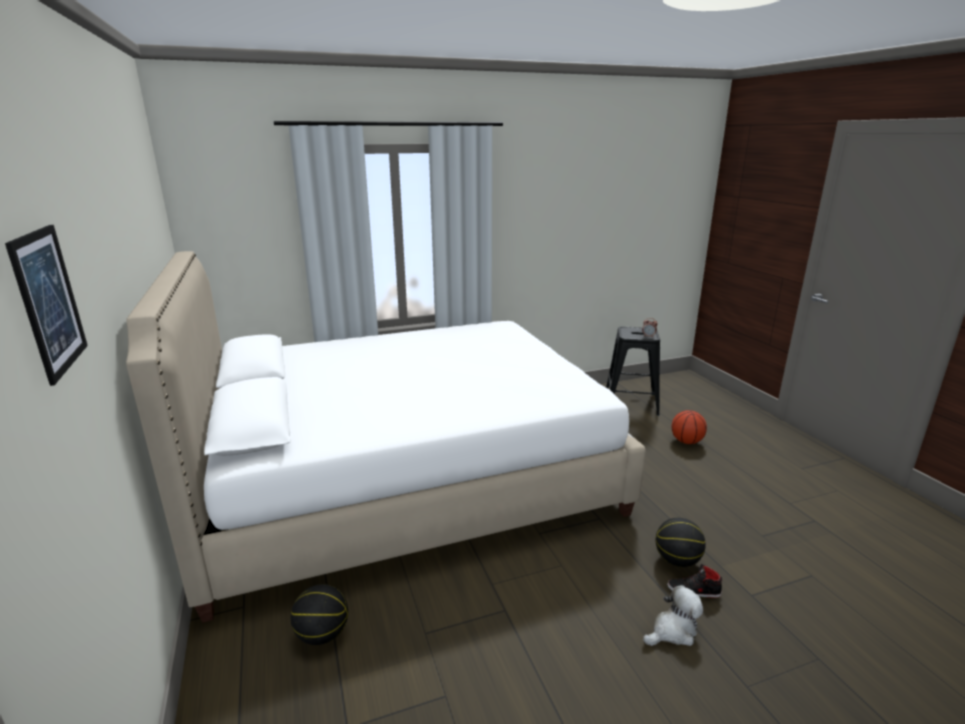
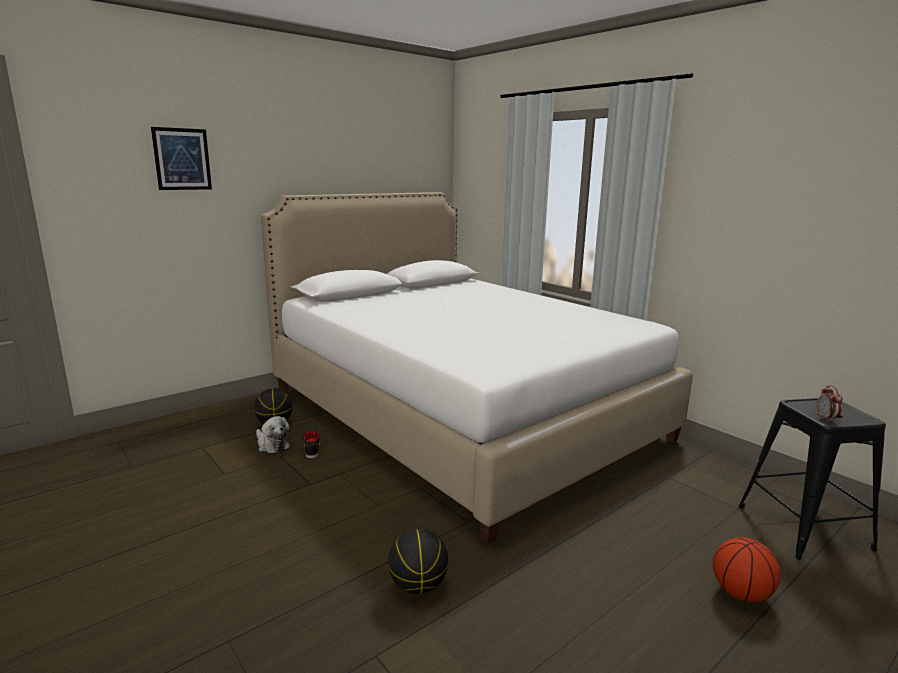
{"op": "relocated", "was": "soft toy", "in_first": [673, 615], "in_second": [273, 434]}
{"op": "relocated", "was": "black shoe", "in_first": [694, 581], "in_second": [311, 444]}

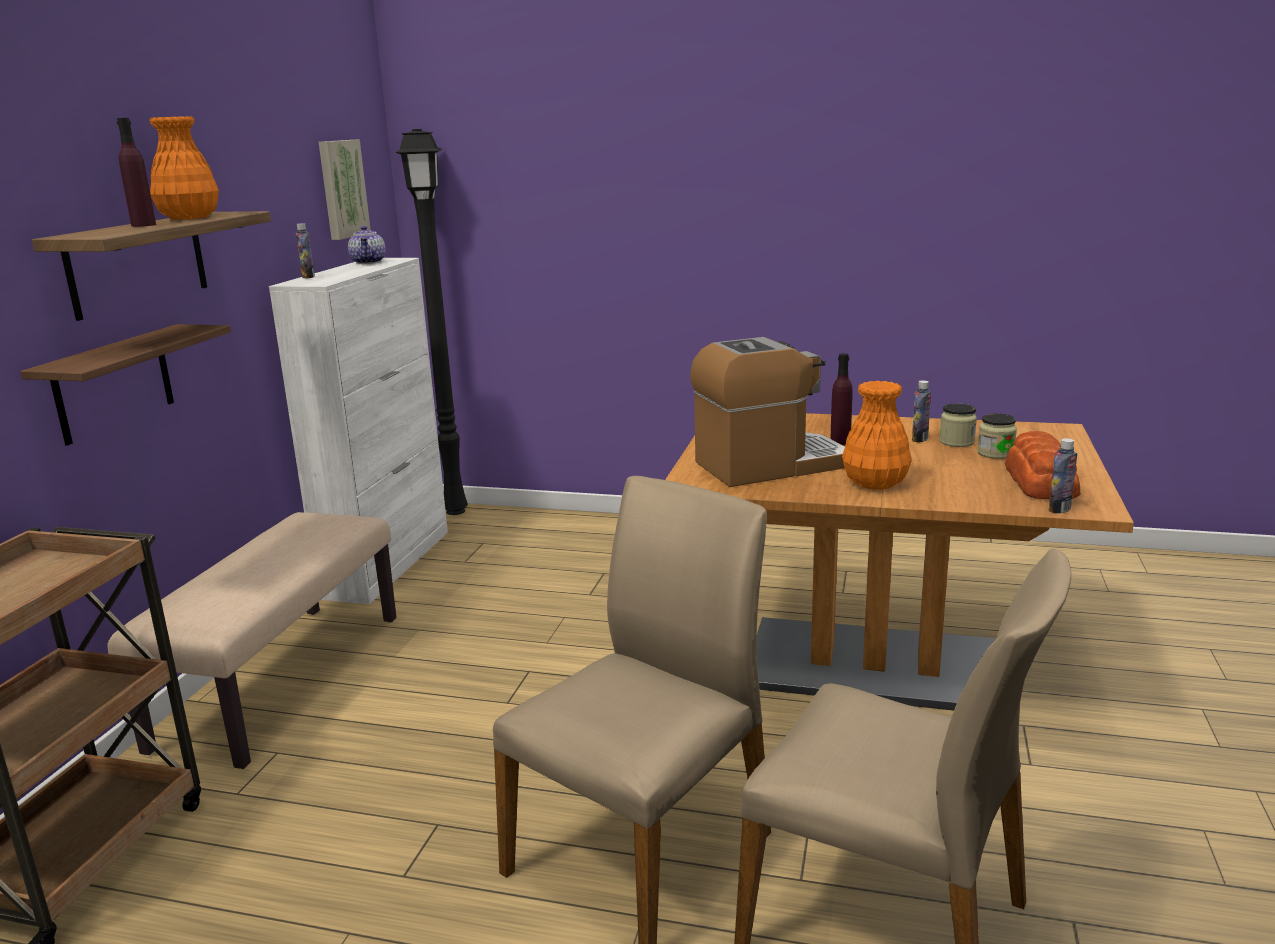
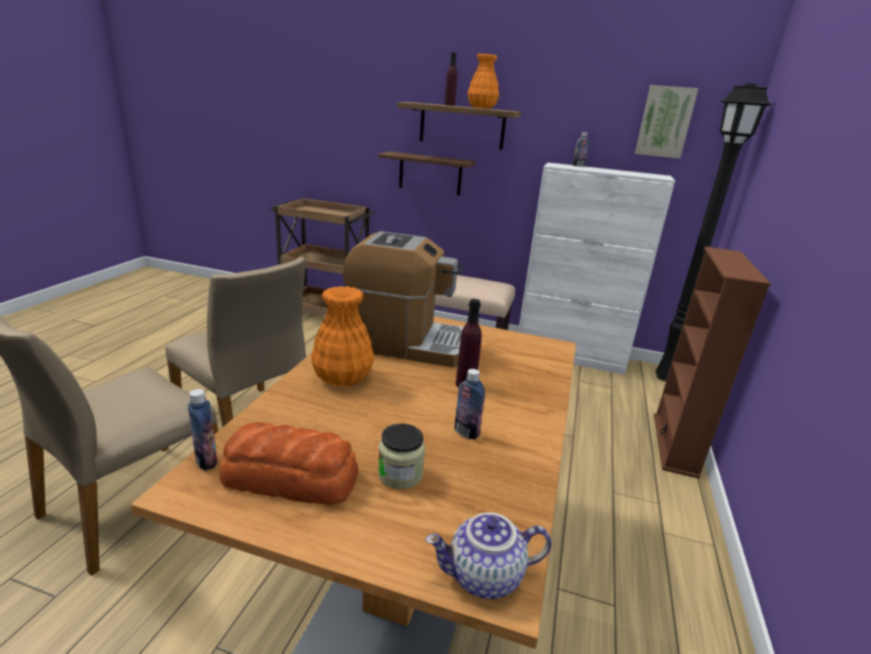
{"op": "spun", "was": "coffee maker", "in_first": [767, 412], "in_second": [403, 299], "clockwise": -60}
{"op": "relocated", "was": "tea pot", "in_first": [367, 245], "in_second": [488, 555]}
{"op": "appeared", "now": "brown-coloured shelving unit", "in_second": [712, 363]}
{"op": "missing", "was": "preserve jar", "in_first": [958, 425]}

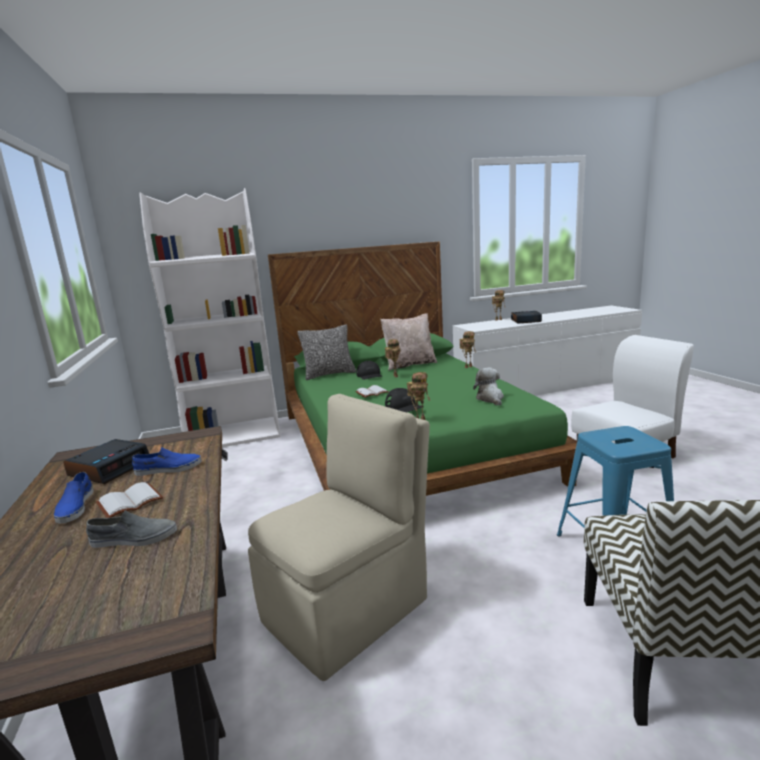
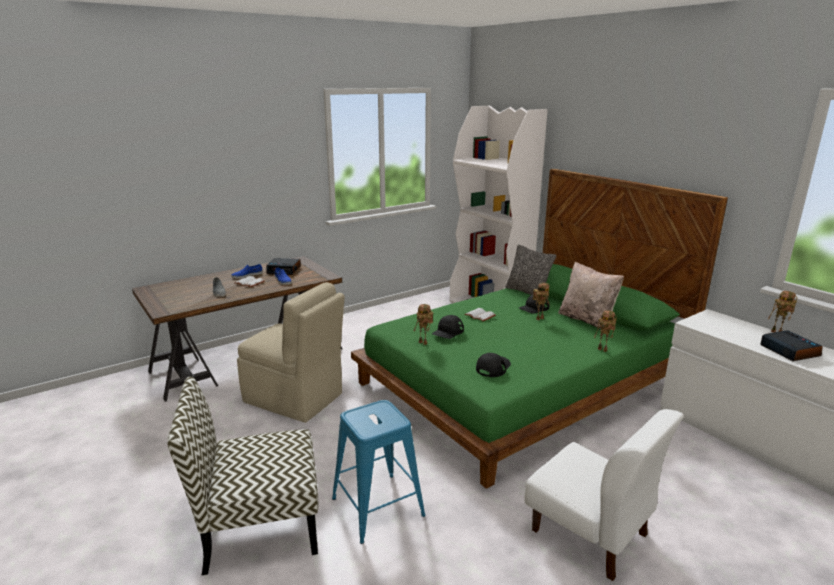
{"op": "exchanged", "was": "soft toy", "now": "black baseball cap", "in_first": [488, 386], "in_second": [493, 365]}

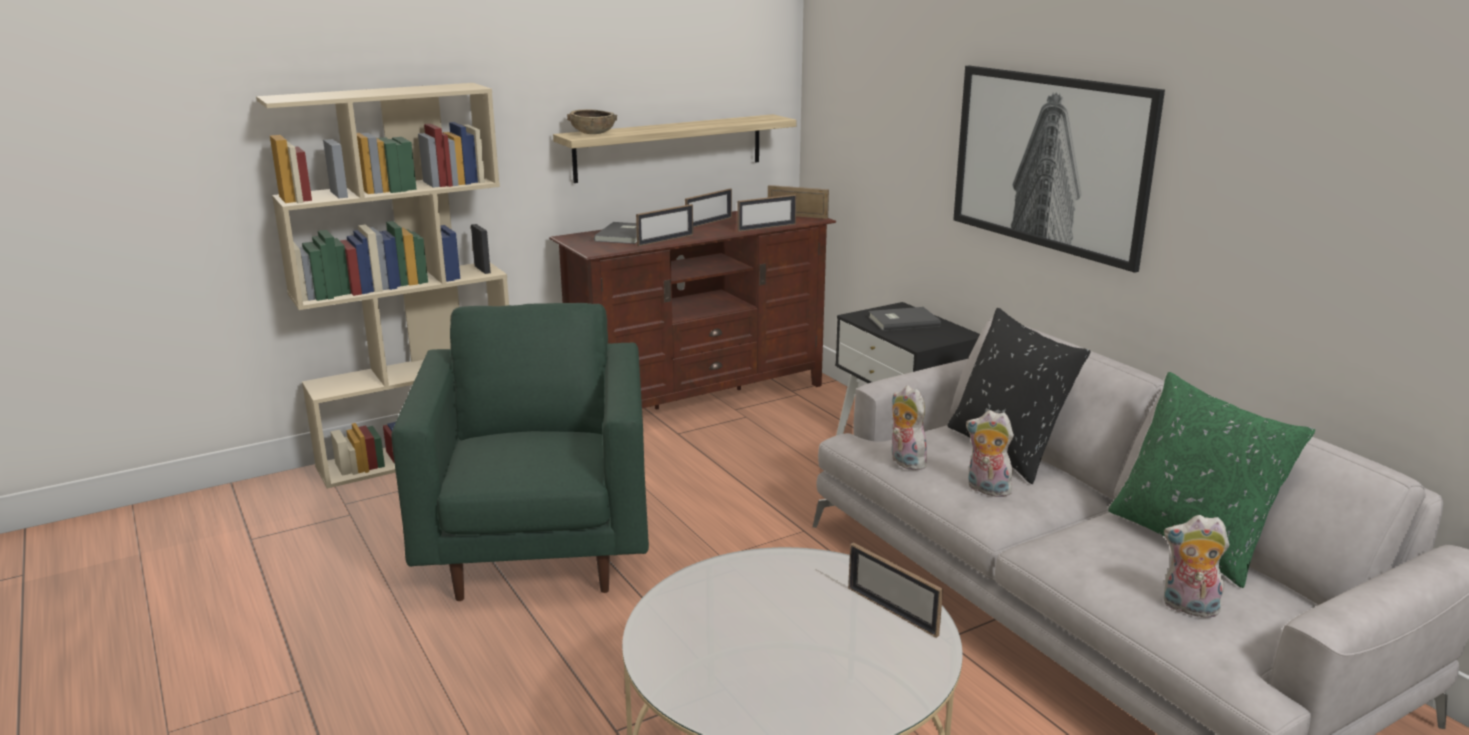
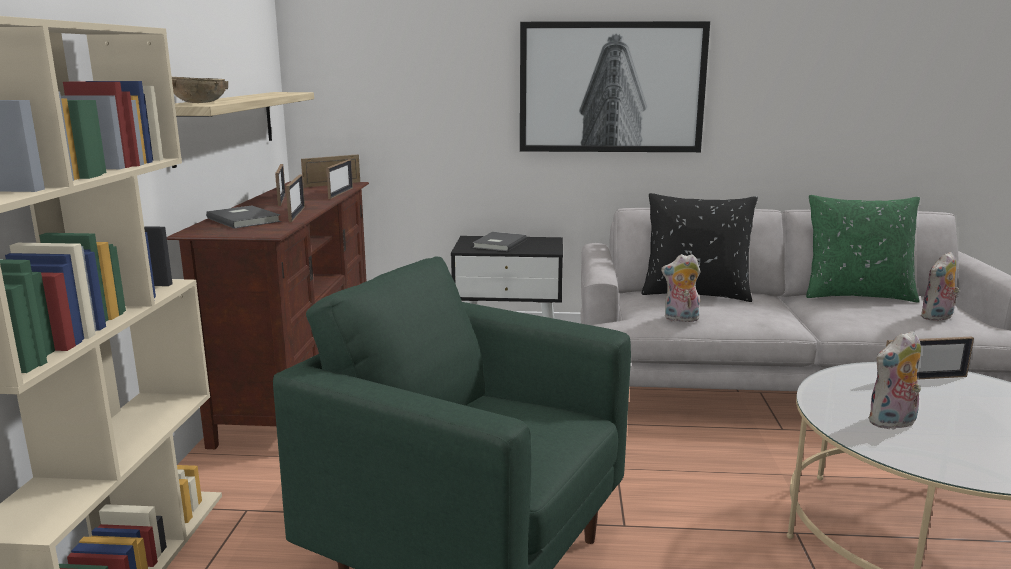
{"op": "relocated", "was": "soft toy", "in_first": [990, 453], "in_second": [894, 380]}

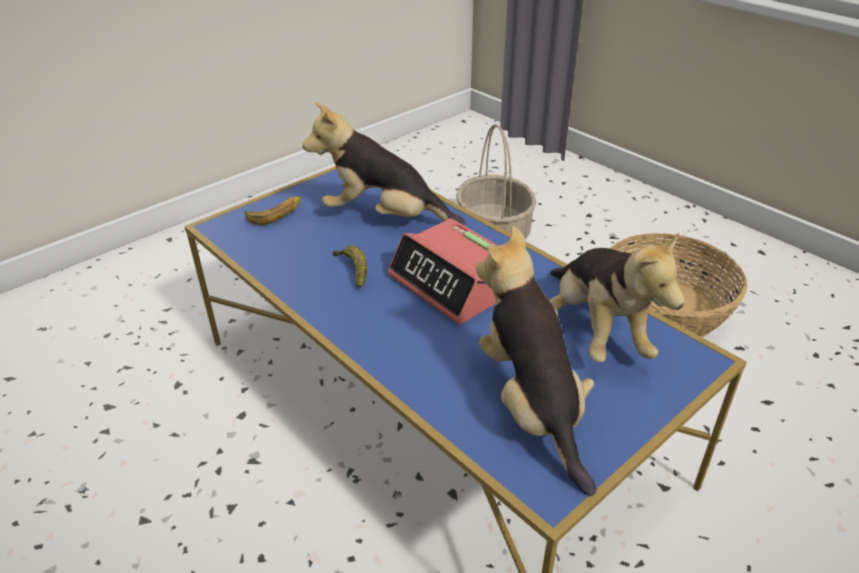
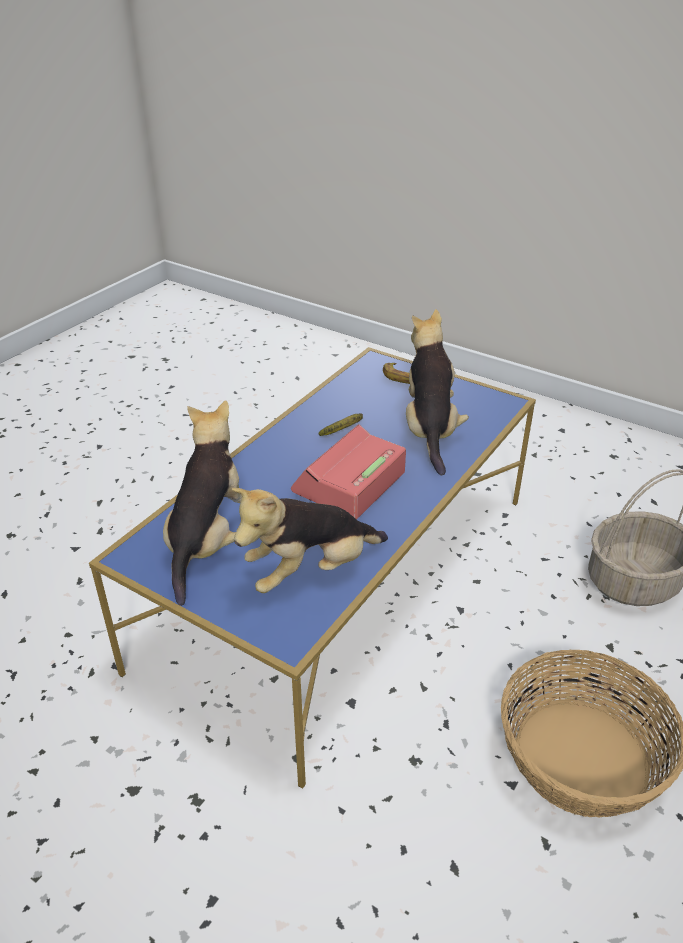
{"op": "spun", "was": "soft toy", "in_first": [536, 361], "in_second": [202, 503], "clockwise": -45}

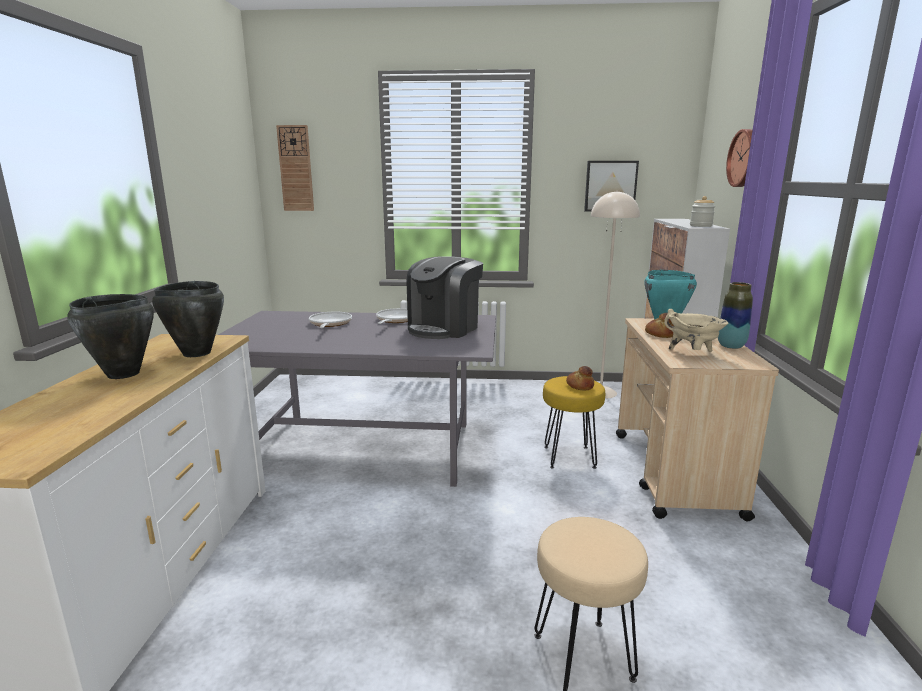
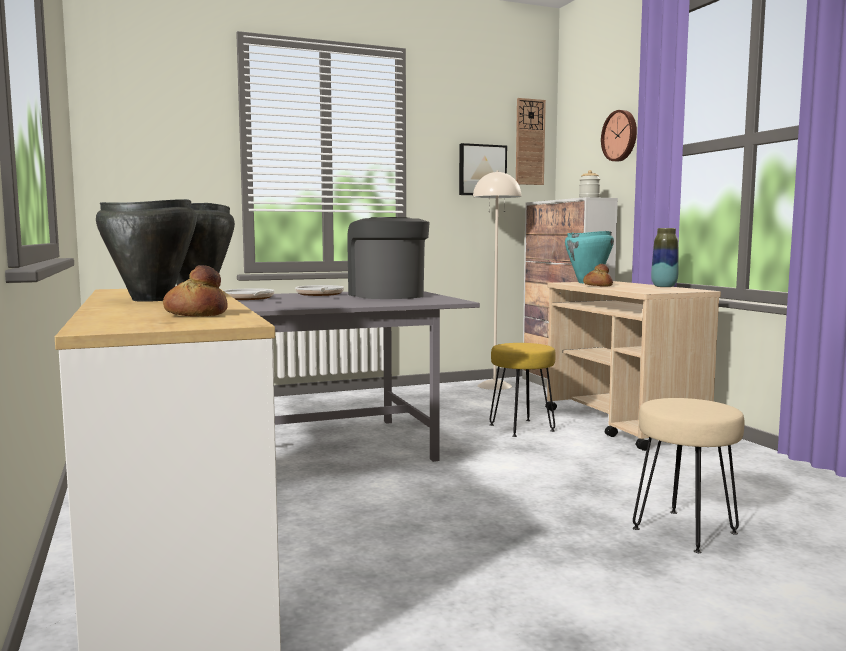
{"op": "relocated", "was": "bread", "in_first": [580, 378], "in_second": [195, 291]}
{"op": "spun", "was": "coffee maker", "in_first": [444, 297], "in_second": [388, 258], "clockwise": 150}
{"op": "relocated", "was": "wall clock", "in_first": [295, 168], "in_second": [531, 141]}
{"op": "missing", "was": "sand-coloured stockpot", "in_first": [696, 330]}

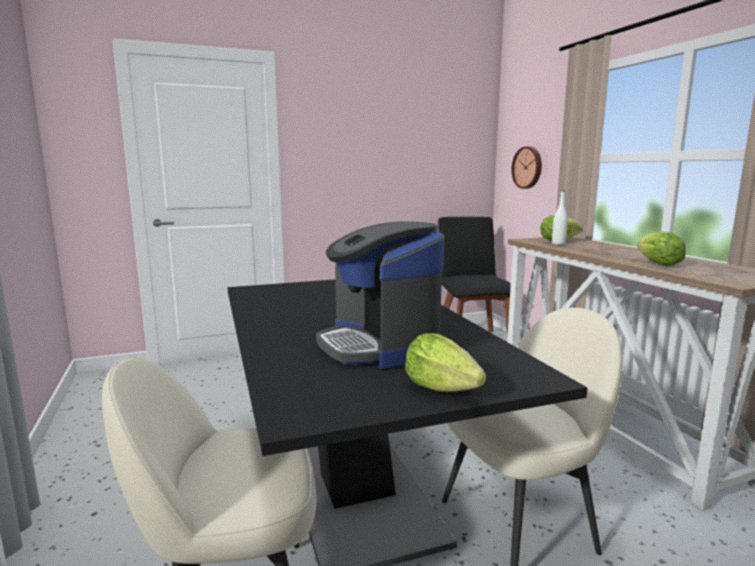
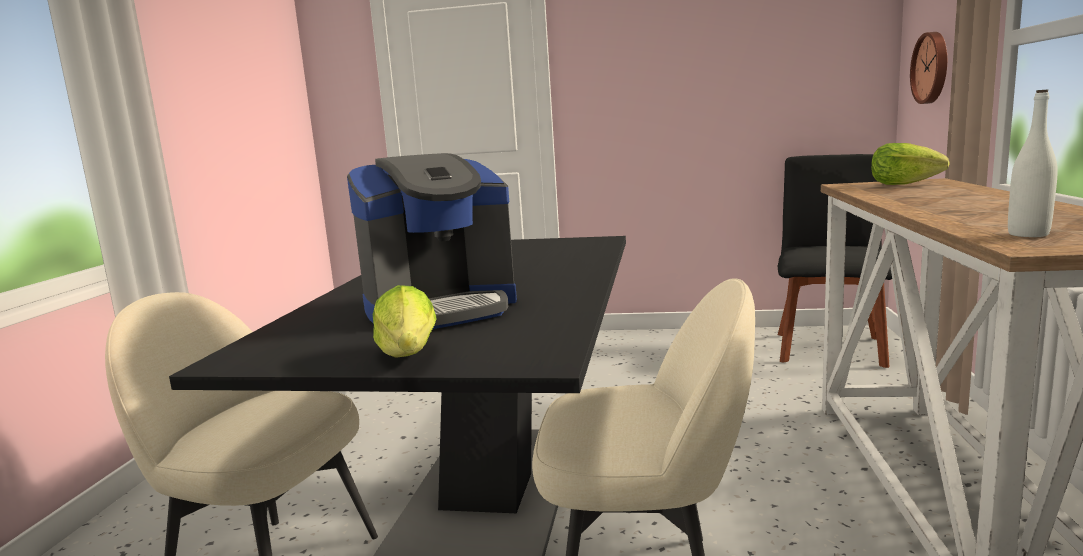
{"op": "spun", "was": "coffee maker", "in_first": [380, 295], "in_second": [432, 241], "clockwise": -120}
{"op": "relocated", "was": "white-coloured beverage bottle", "in_first": [560, 217], "in_second": [1033, 163]}
{"op": "missing", "was": "head of lettuce", "in_first": [661, 249]}

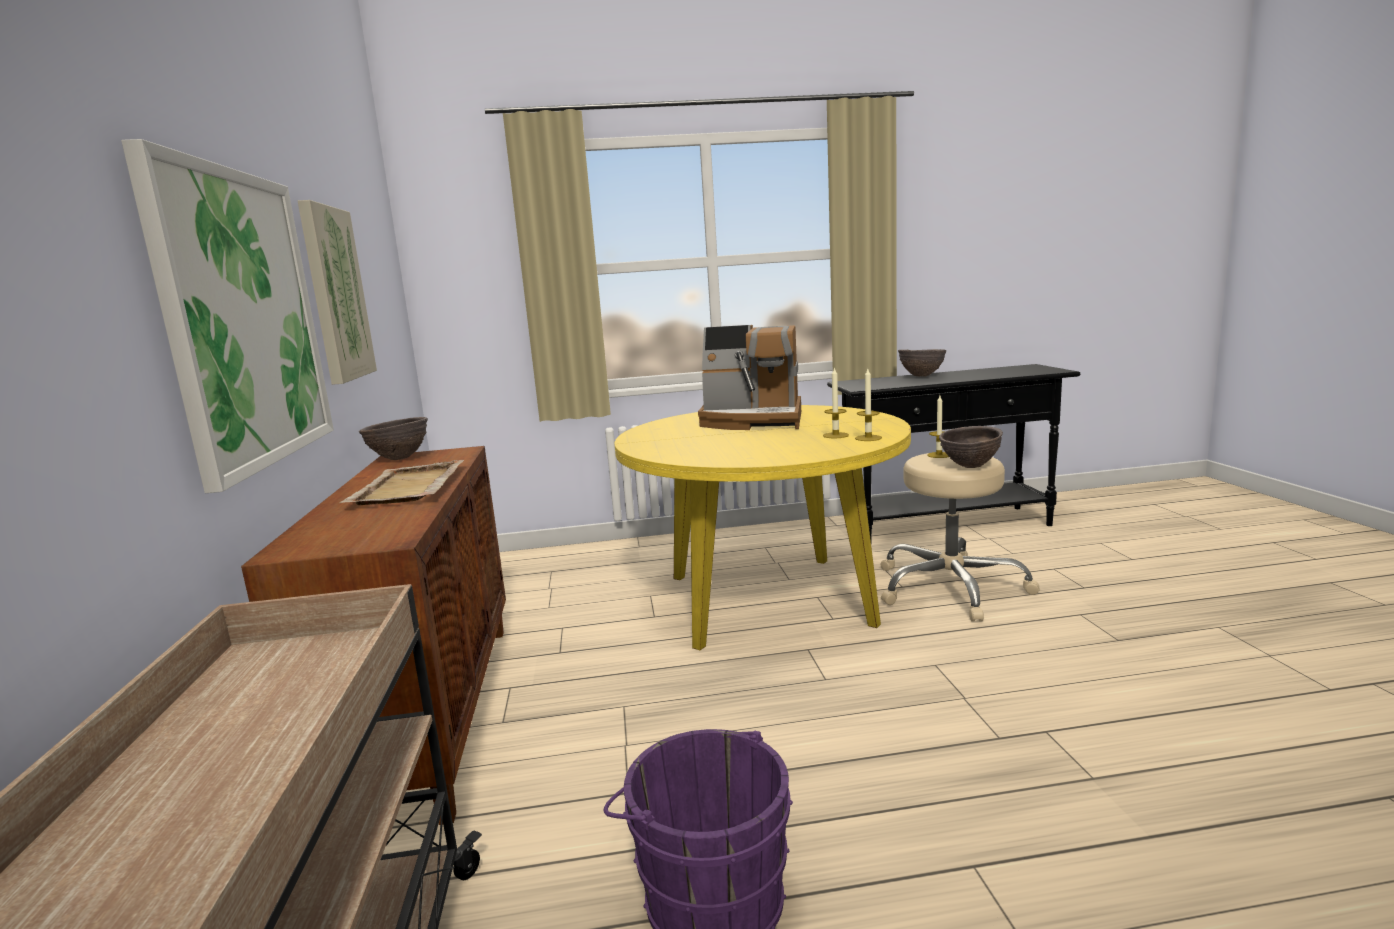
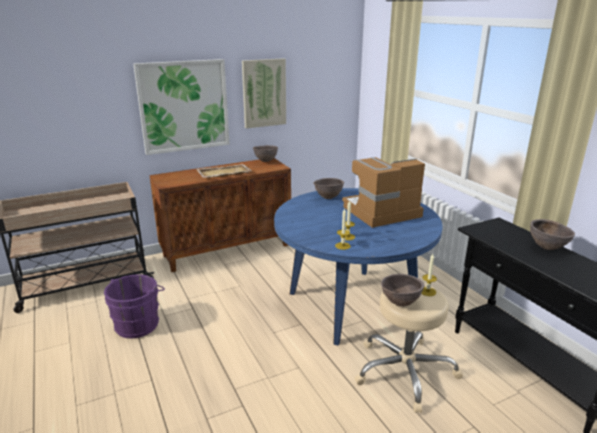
{"op": "colour", "was": "yellow dinner table", "now": "blue dinner table", "in_first": [763, 527], "in_second": [358, 267]}
{"op": "appeared", "now": "brown-coloured deep dish", "in_second": [328, 188]}
{"op": "spun", "was": "coffee maker", "in_first": [749, 377], "in_second": [383, 192], "clockwise": 75}

